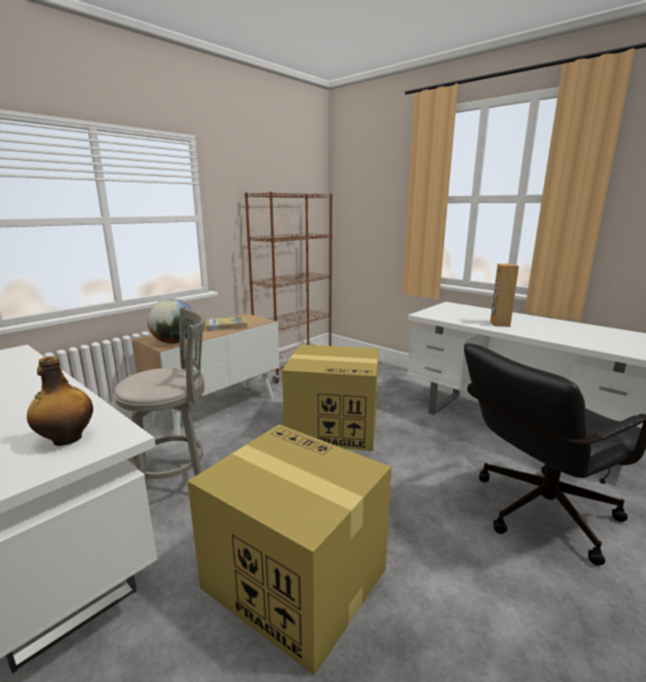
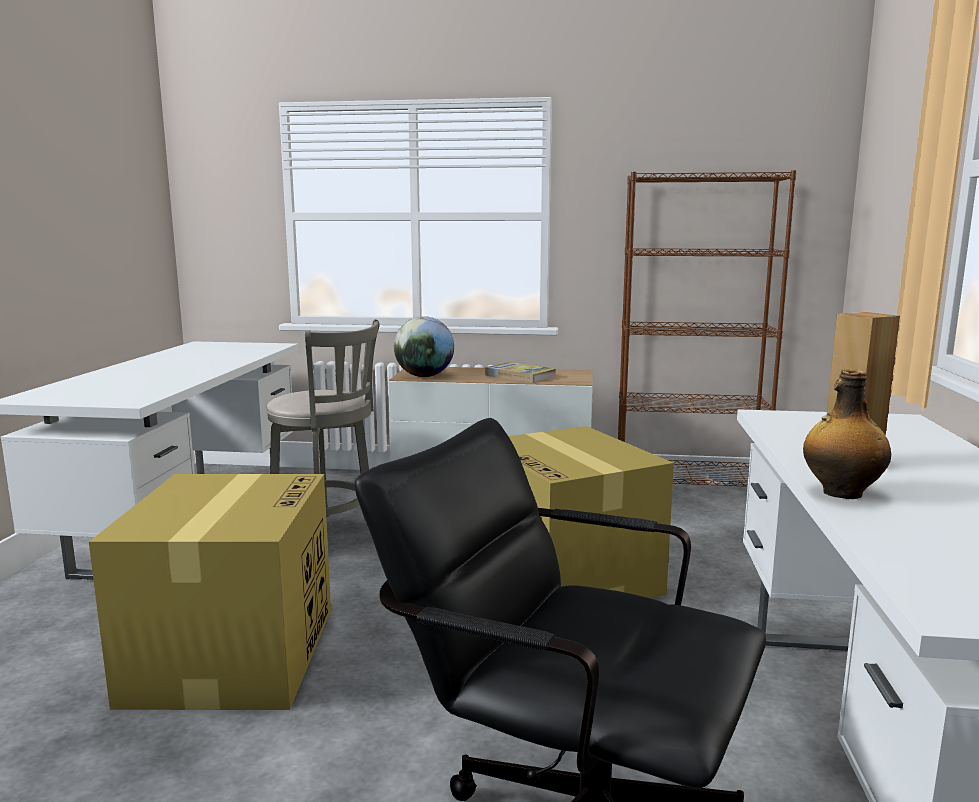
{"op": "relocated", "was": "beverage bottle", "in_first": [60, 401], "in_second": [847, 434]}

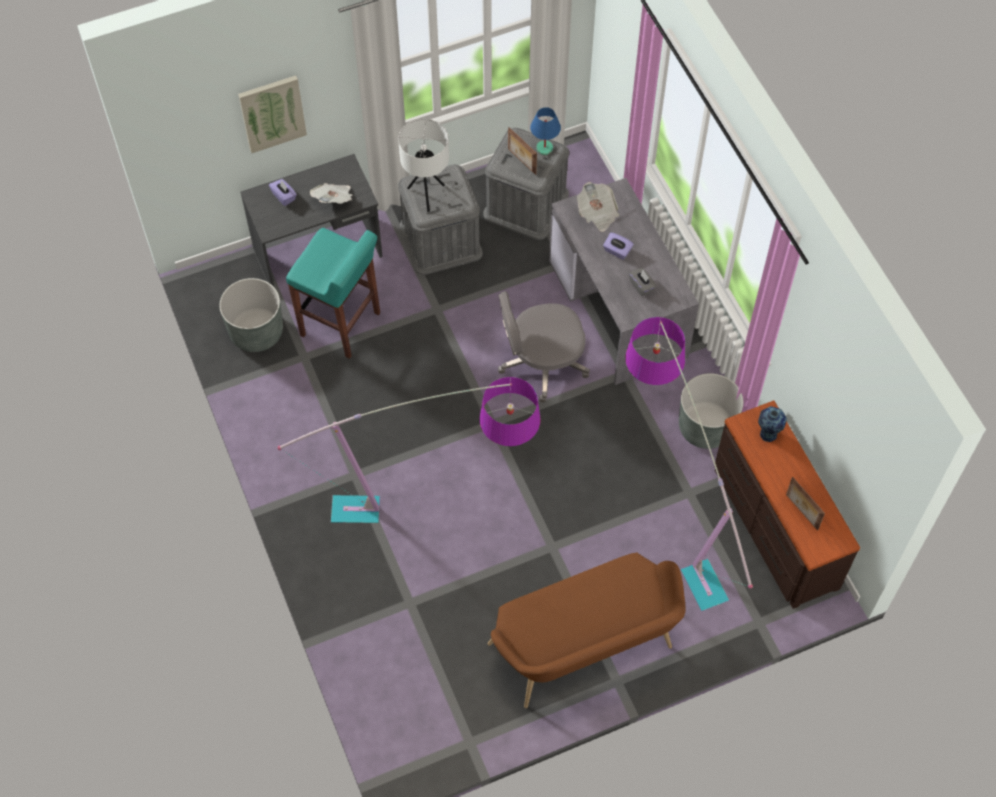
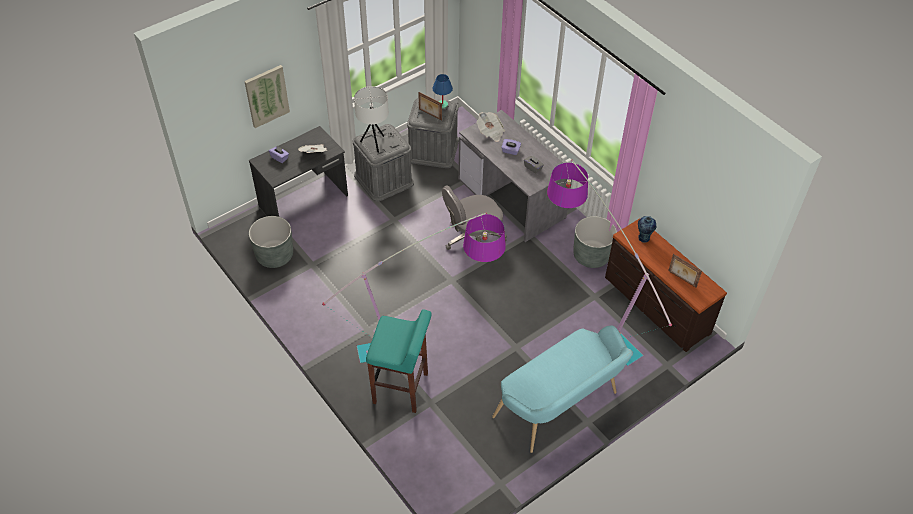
{"op": "relocated", "was": "turquoise-coloured sitting stool", "in_first": [333, 293], "in_second": [399, 361]}
{"op": "colour", "was": "brown-coloured indoor bench", "now": "turquoise-coloured indoor bench", "in_first": [587, 630], "in_second": [562, 389]}

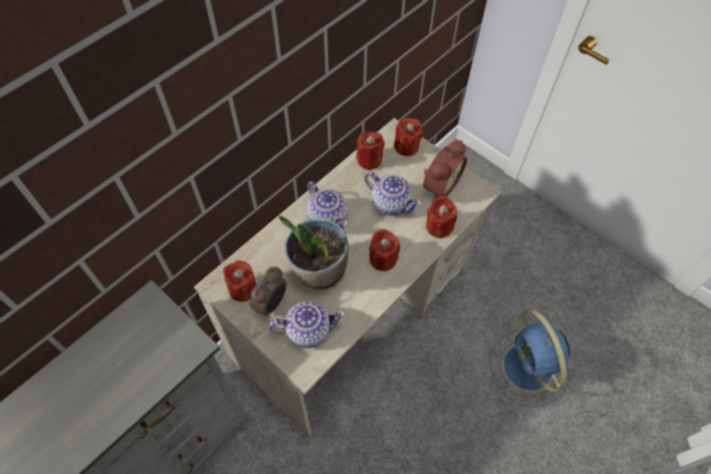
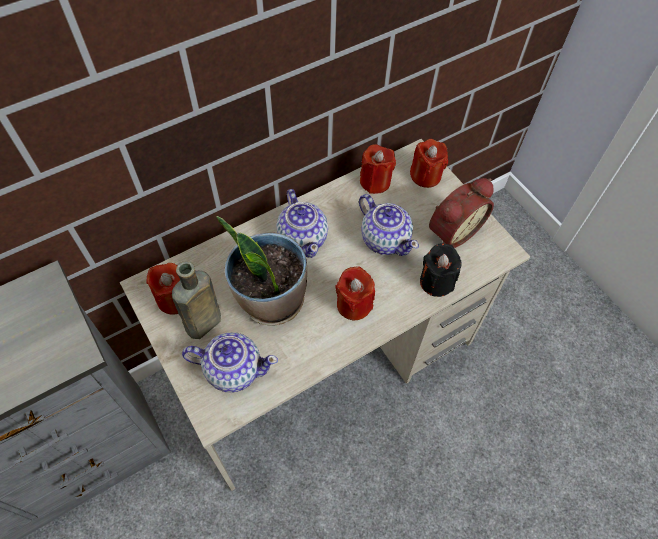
{"op": "exchanged", "was": "alarm clock", "now": "brown-coloured beverage bottle", "in_first": [268, 291], "in_second": [196, 300]}
{"op": "colour", "was": "red wax light", "now": "black wax light", "in_first": [441, 217], "in_second": [441, 270]}
{"op": "missing", "was": "blue electric fan", "in_first": [530, 358]}

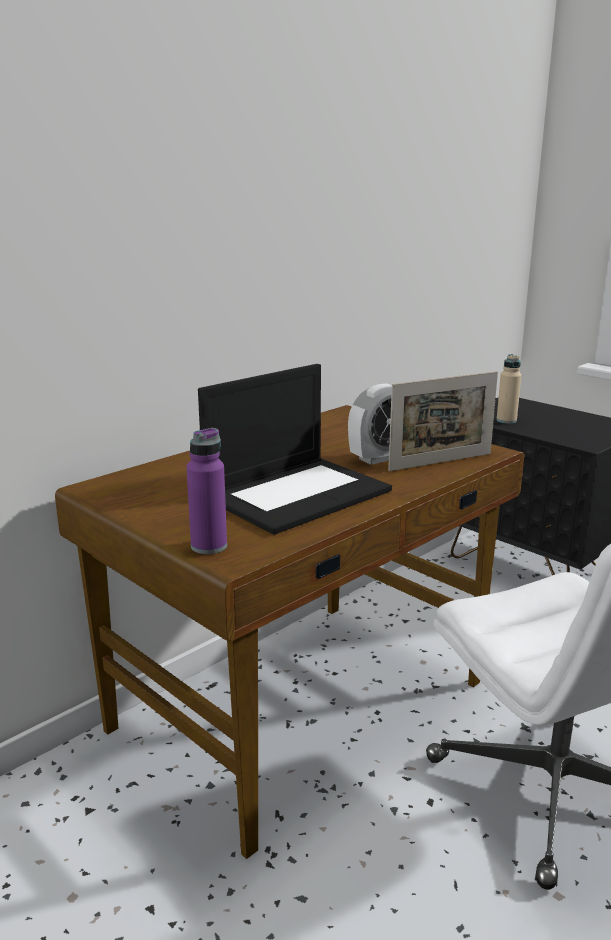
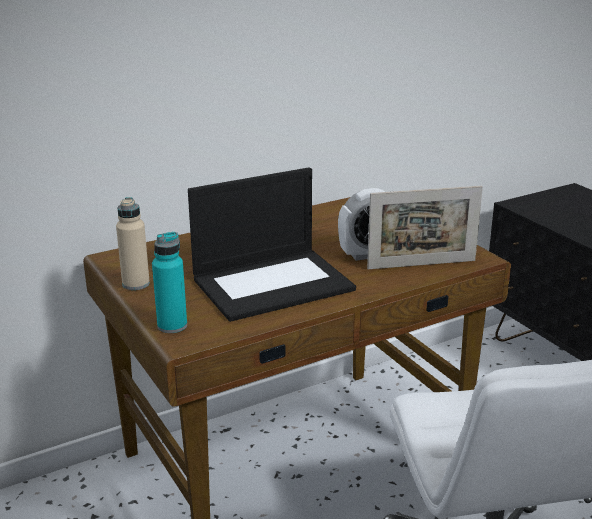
{"op": "relocated", "was": "sand-coloured beverage bottle", "in_first": [508, 389], "in_second": [133, 243]}
{"op": "colour", "was": "purplish beverage bottle", "now": "turquoise-coloured beverage bottle", "in_first": [206, 491], "in_second": [169, 282]}

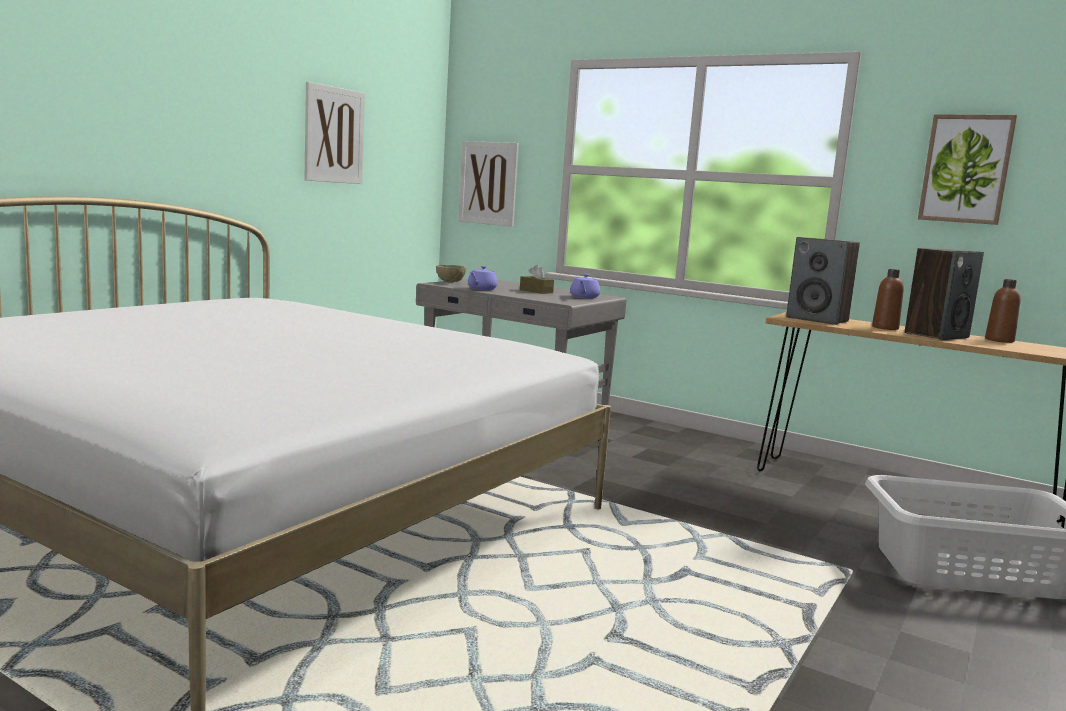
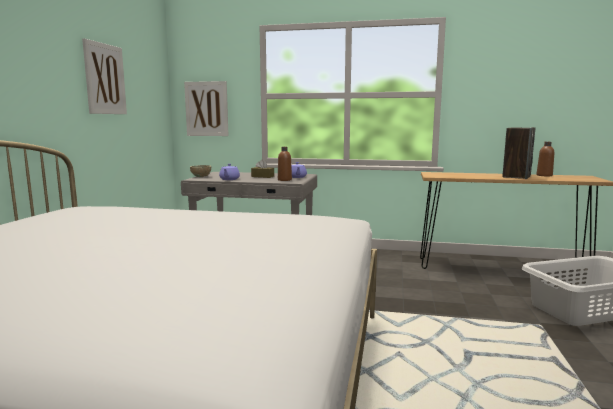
{"op": "relocated", "was": "brown-coloured beverage bottle", "in_first": [888, 299], "in_second": [285, 164]}
{"op": "missing", "was": "speaker", "in_first": [823, 281]}
{"op": "missing", "was": "picture", "in_first": [967, 169]}

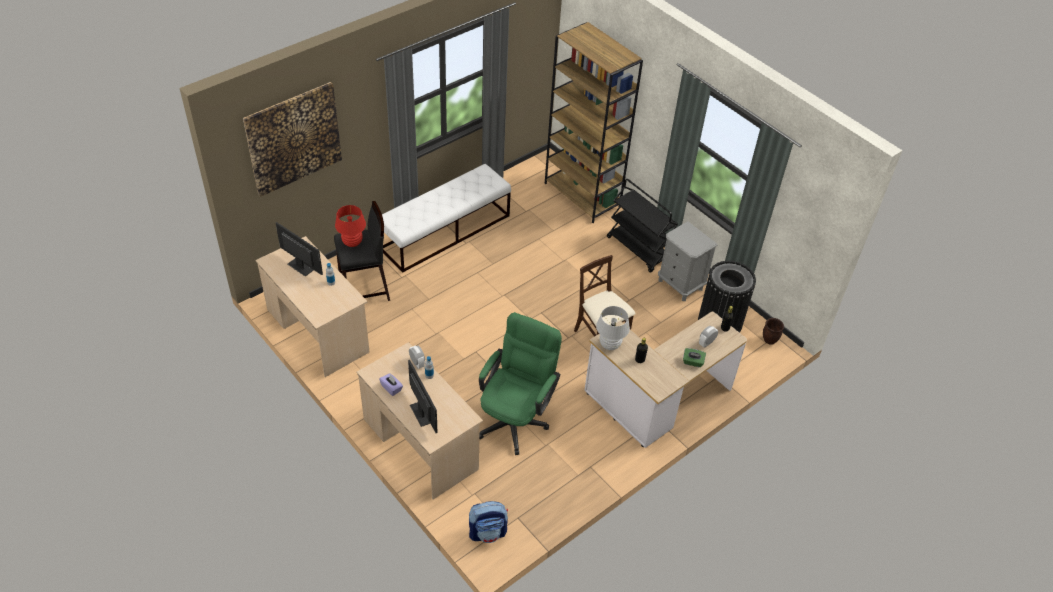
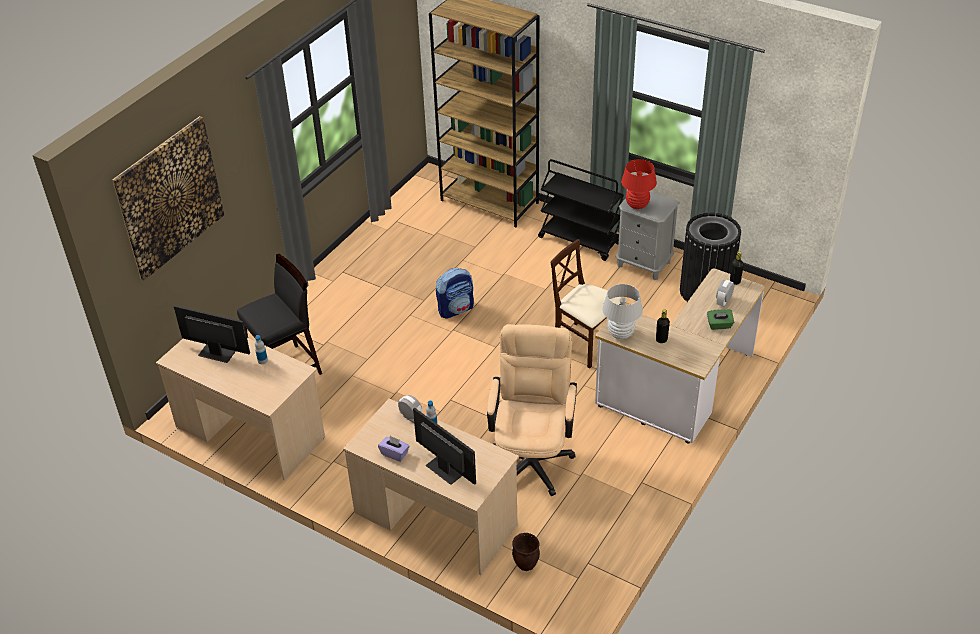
{"op": "relocated", "was": "knapsack", "in_first": [488, 522], "in_second": [455, 293]}
{"op": "colour", "was": "green-coloured desk chair", "now": "sand-coloured desk chair", "in_first": [520, 383], "in_second": [532, 410]}
{"op": "relocated", "was": "brown-coloured planter", "in_first": [773, 331], "in_second": [526, 552]}
{"op": "relocated", "was": "red tabletop lamp", "in_first": [350, 226], "in_second": [639, 184]}
{"op": "missing", "was": "white-coloured indoor bench", "in_first": [446, 218]}

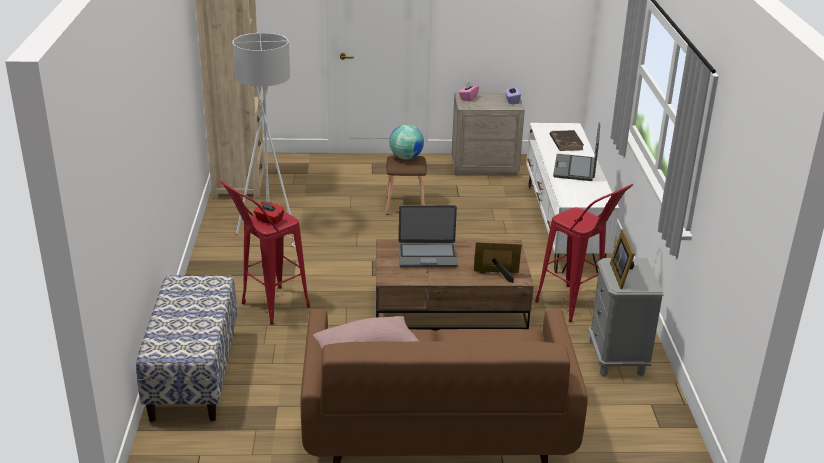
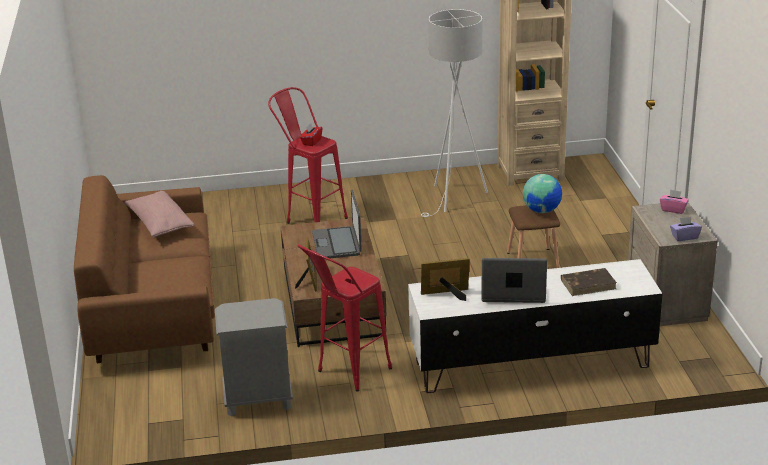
{"op": "relocated", "was": "photo frame", "in_first": [622, 259], "in_second": [445, 279]}
{"op": "missing", "was": "indoor bench", "in_first": [186, 348]}

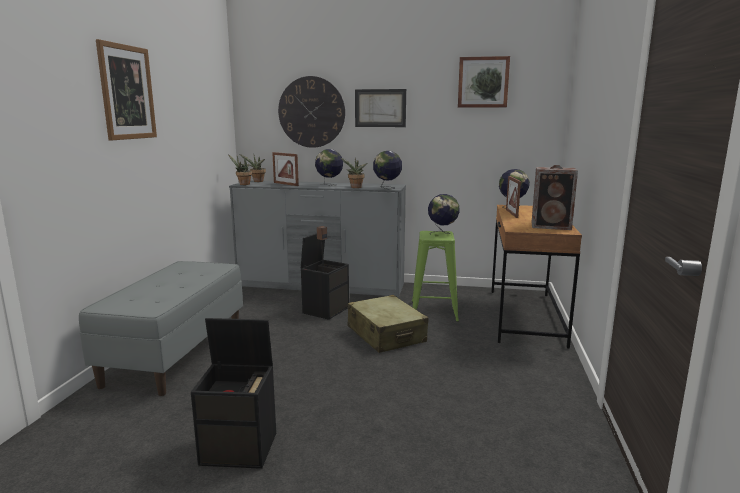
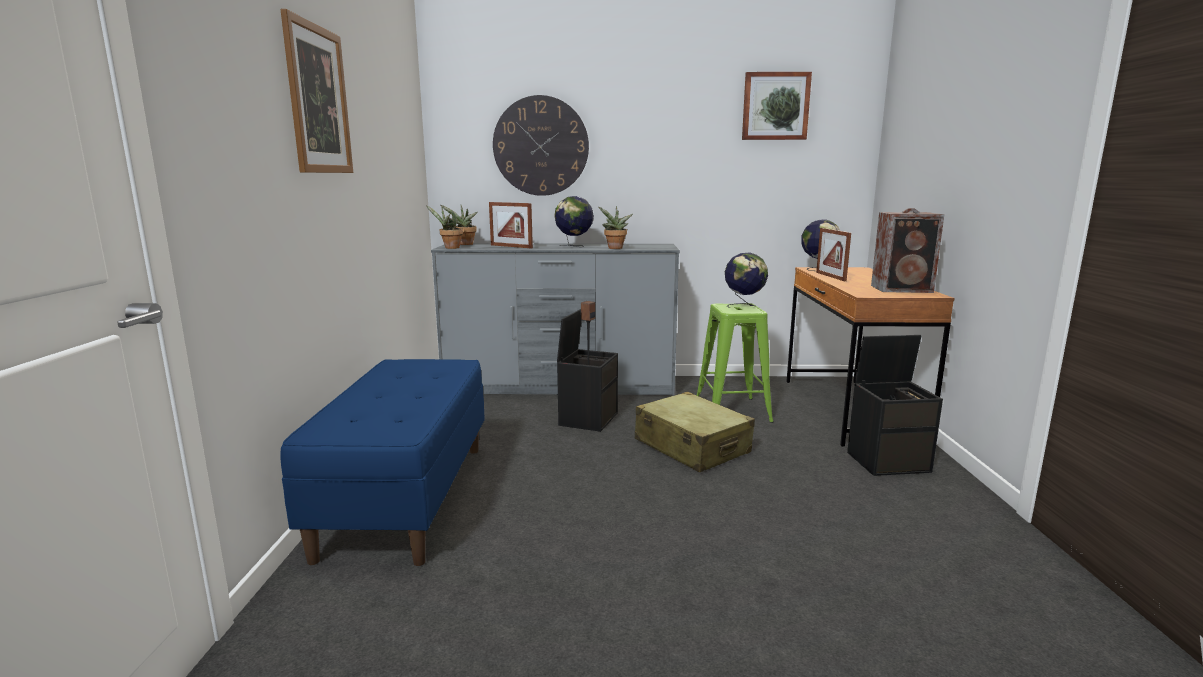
{"op": "colour", "was": "grey indoor bench", "now": "blue indoor bench", "in_first": [161, 328], "in_second": [382, 462]}
{"op": "relocated", "was": "black storage bin", "in_first": [233, 393], "in_second": [895, 405]}
{"op": "missing", "was": "picture", "in_first": [380, 108]}
{"op": "missing", "was": "world globe", "in_first": [387, 170]}

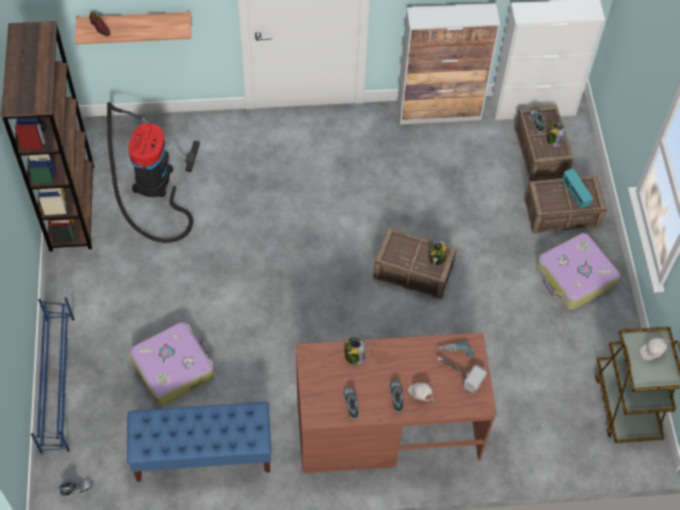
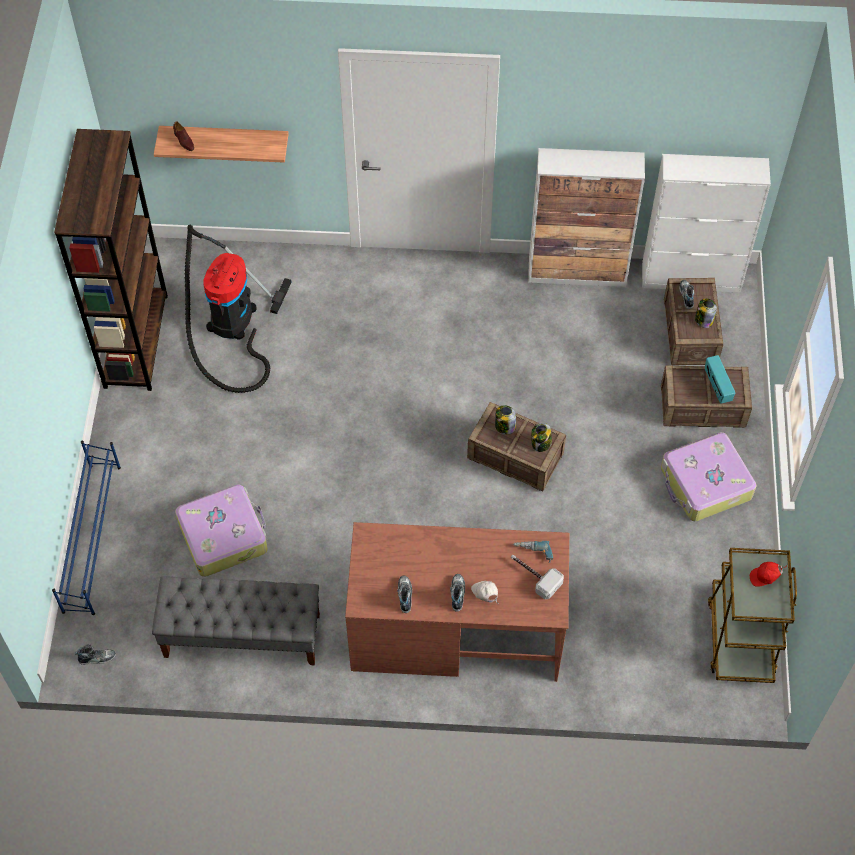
{"op": "colour", "was": "blue indoor bench", "now": "grey indoor bench", "in_first": [199, 442], "in_second": [236, 620]}
{"op": "relocated", "was": "preserve jar", "in_first": [355, 351], "in_second": [505, 420]}
{"op": "colour", "was": "white-coloured baseball cap", "now": "red baseball cap", "in_first": [655, 349], "in_second": [768, 574]}

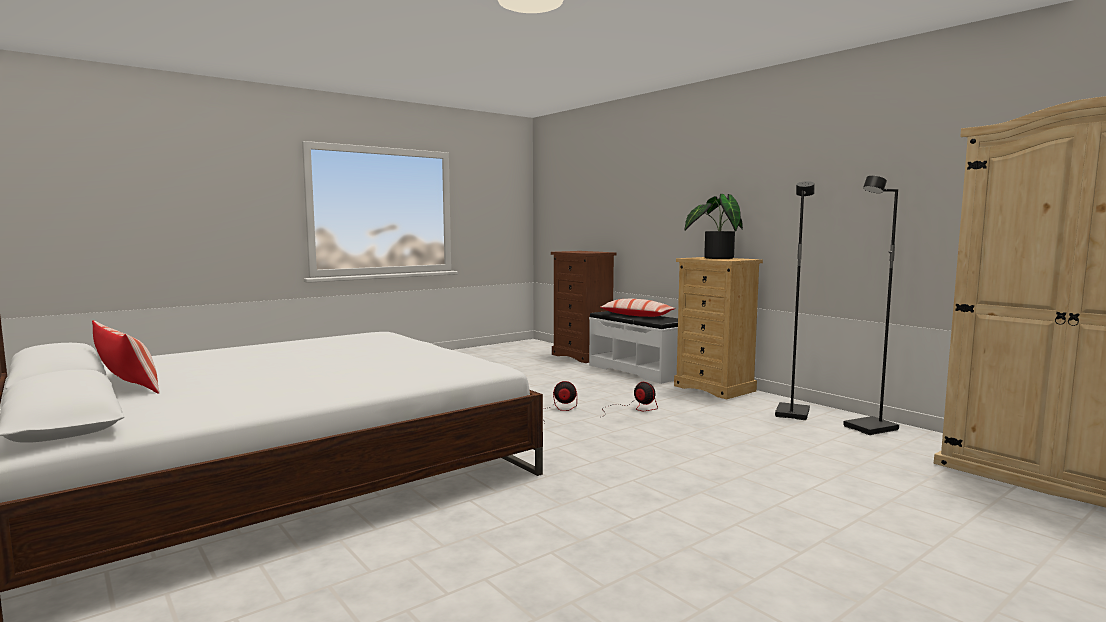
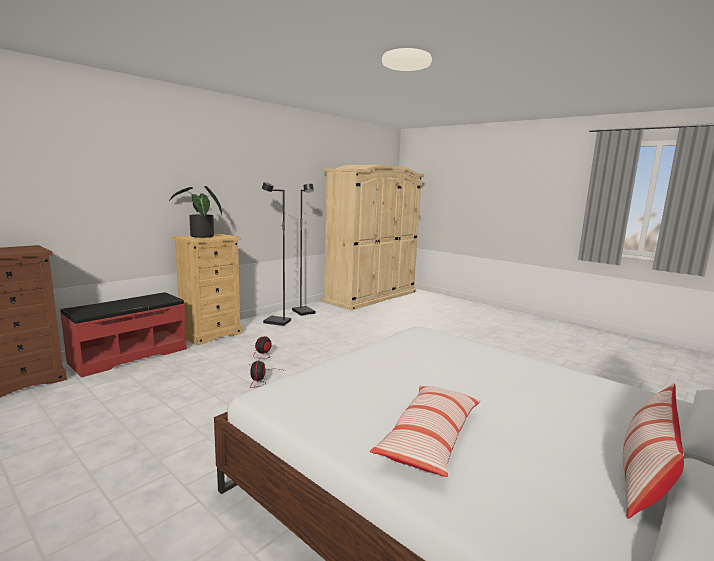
{"op": "colour", "was": "white-coloured indoor bench", "now": "red indoor bench", "in_first": [633, 347], "in_second": [123, 335]}
{"op": "relocated", "was": "pillow", "in_first": [637, 308], "in_second": [425, 431]}

